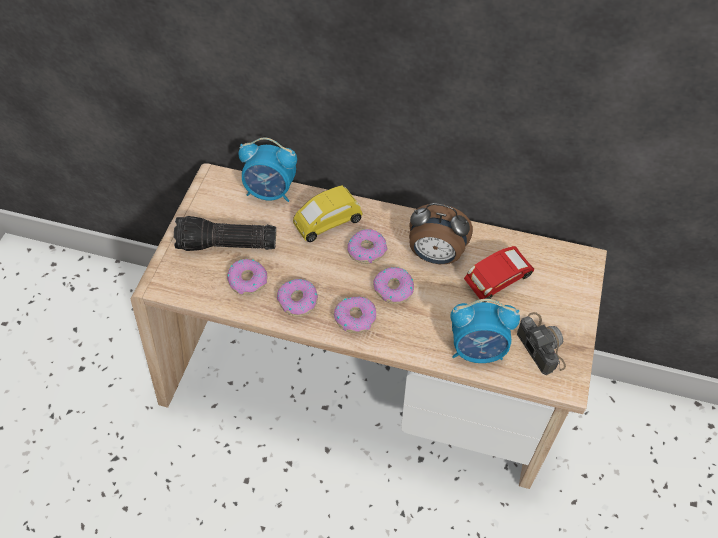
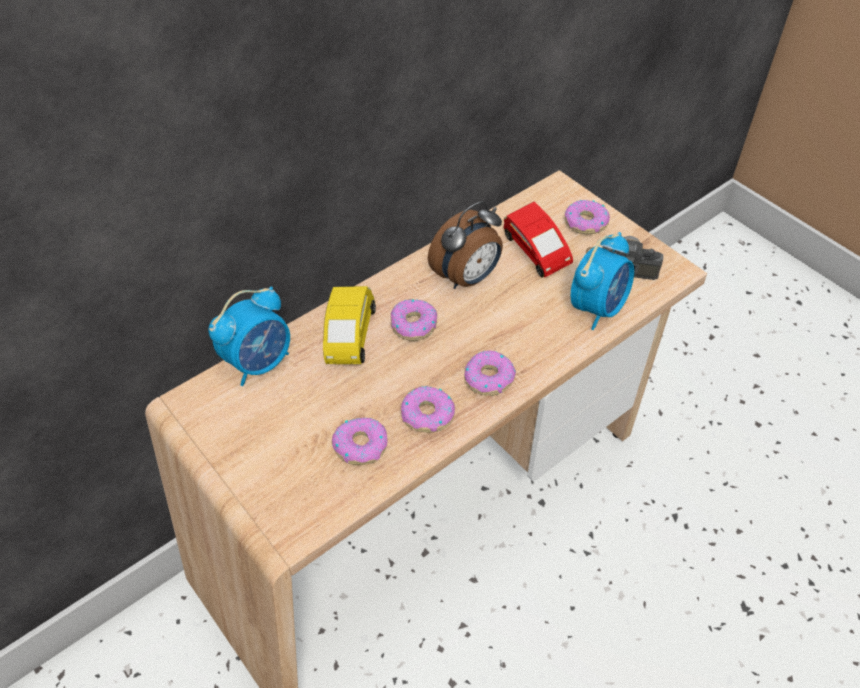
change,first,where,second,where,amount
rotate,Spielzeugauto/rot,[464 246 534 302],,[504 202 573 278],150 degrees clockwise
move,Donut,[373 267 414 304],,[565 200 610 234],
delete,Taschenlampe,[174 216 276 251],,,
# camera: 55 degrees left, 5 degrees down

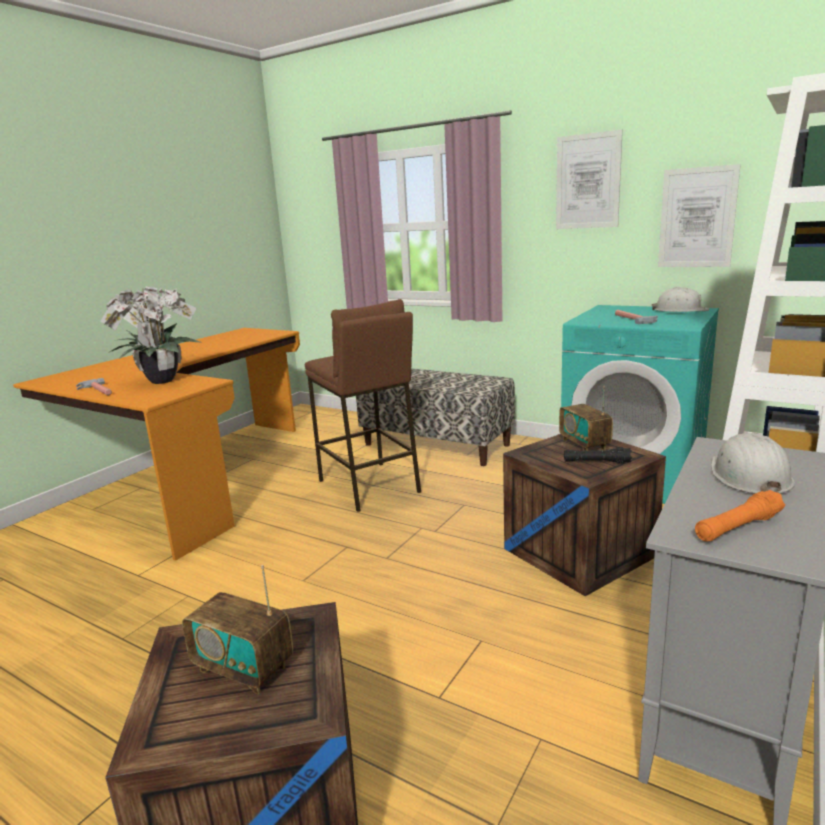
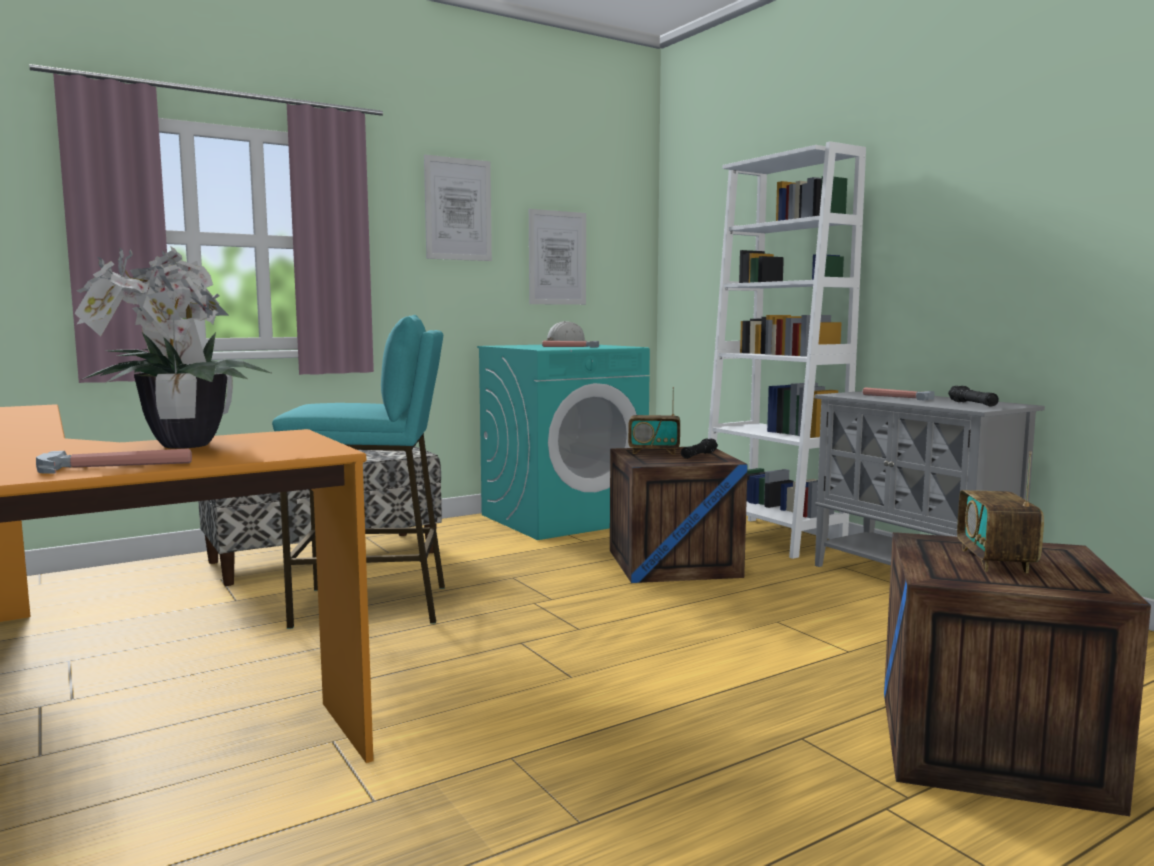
change,first,where,second,where,amount
recolor,Hocker/braun,[305 299 421 512],Hocker/türkis,[272 315 445 629],
replace,Schutzhelm/weiß,[711 433 795 493],Hammer,[862 387 934 400],
recolor,Taschenlampe/orange,[695 490 785 542],Taschenlampe/schwarz,[948 386 999 406],
rotate,Radio,[182 565 293 695],,[957 451 1044 573],135 degrees clockwise
# camera: 65 degrees left, 10 degrees down

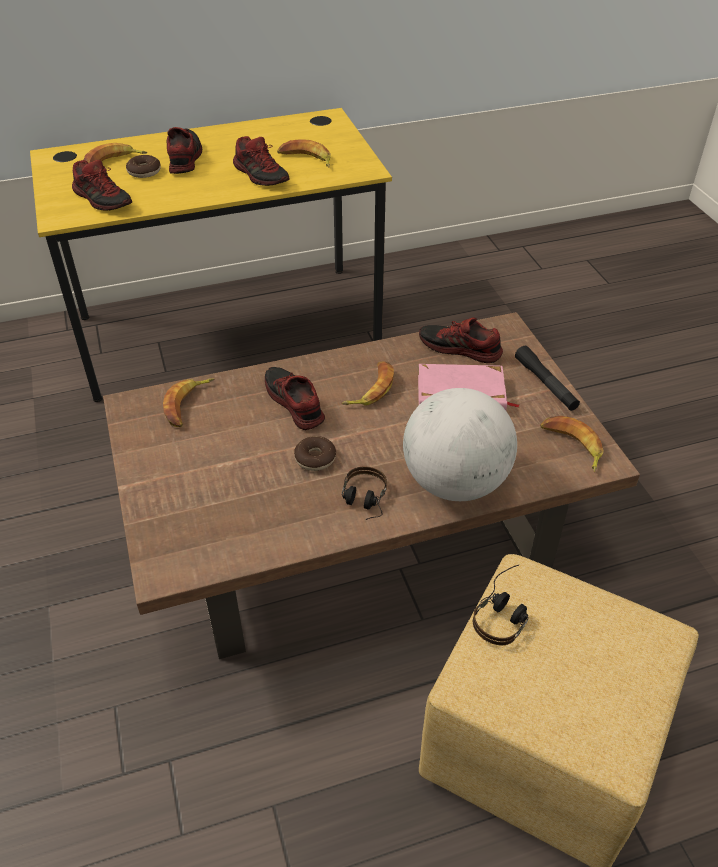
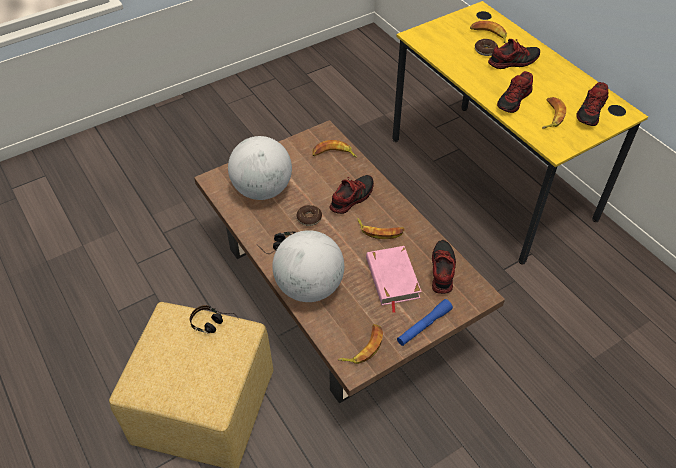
change,first,where,second,where,amount
insert,,,Globus,[228 136 292 200],
recolor,Taschenlampe/schwarz,[515 346 580 411],Taschenlampe/blau,[397 299 453 346],
move,Schuh,[72 160 132 210],,[576 82 609 126],
# camera: 75 degrees right, 5 degrees up

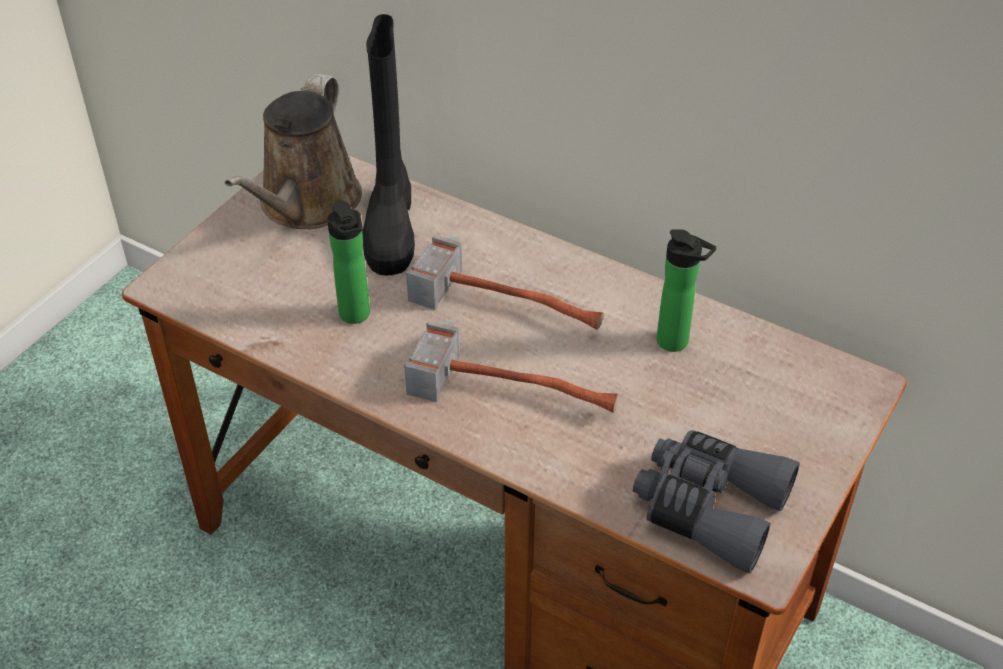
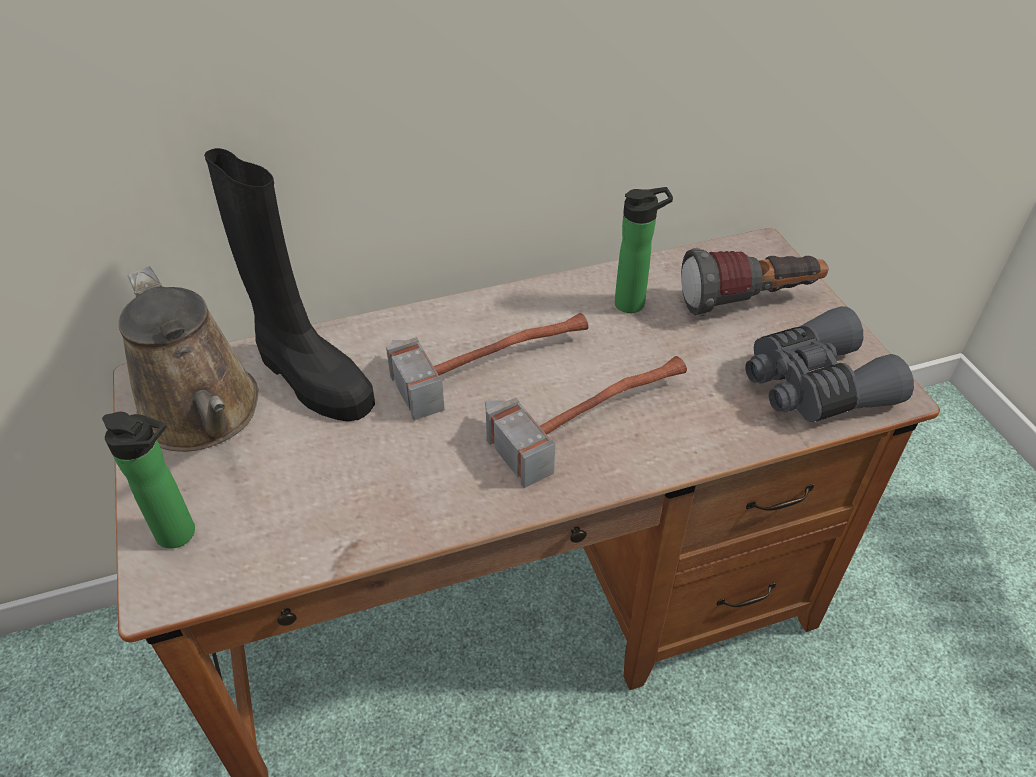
change,first,where,second,where,amount
move,Flasche,[327 200 370 324],,[102 412 195 549],
insert,,,Taschenlampe,[681 248 829 316],
# camera: 50 degrees left, 0 degrees up

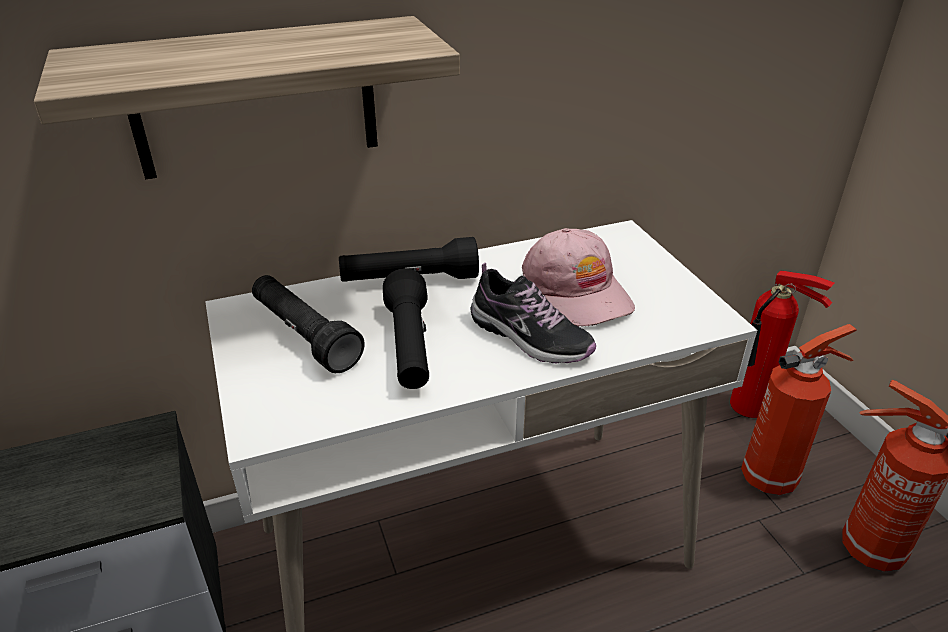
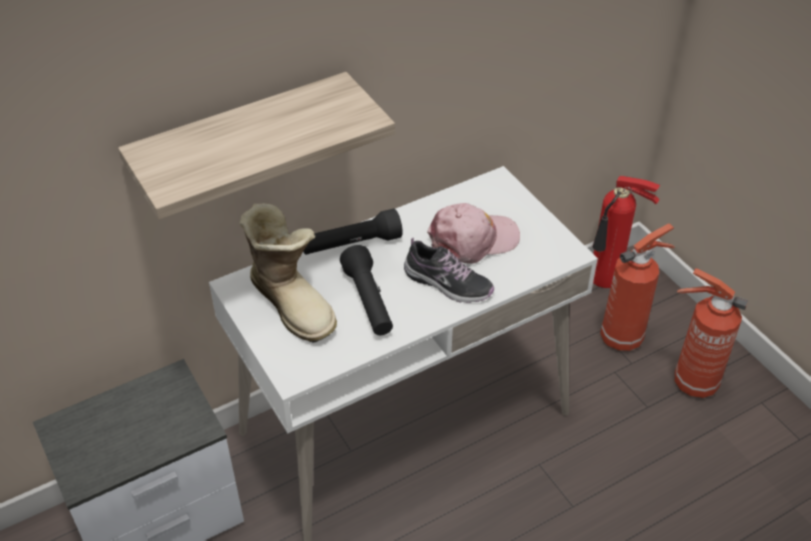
change,first,where,second,where,amount
replace,Taschenlampe/schwarz,[252 275 364 373],Stiefel,[239 203 337 343],
rotate,Kappe/rosa,[522 228 635 327],,[427 203 520 264],75 degrees counterclockwise
# camera: 10 degrees left, 10 degrees up

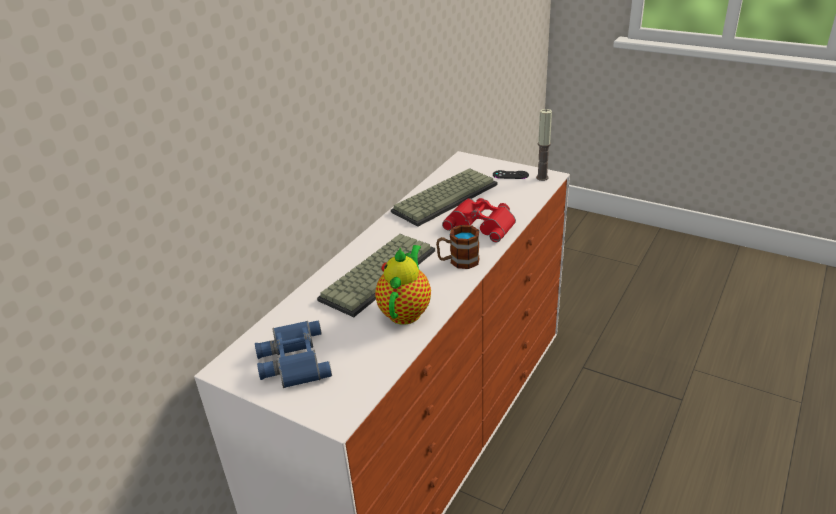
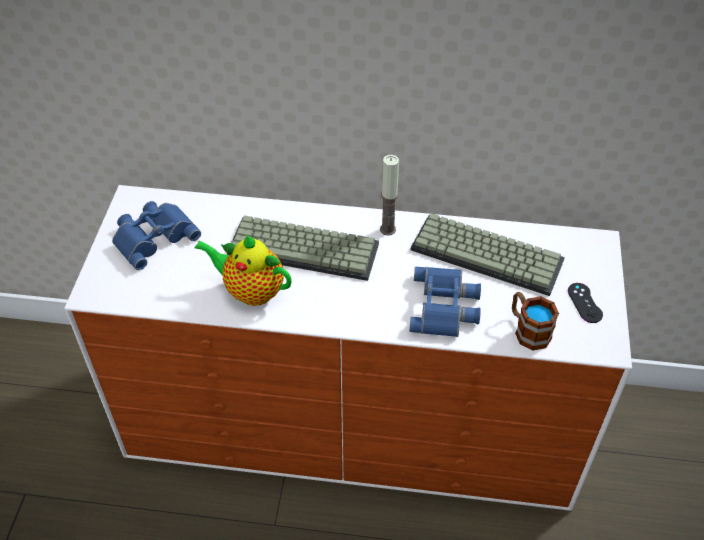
change,first,where,second,where,amount
rotate,Teekanne,[375 245 431 325],,[194 235 292 306],150 degrees counterclockwise
move,Kerze,[536 109 552 181],,[380 155 399 236],
recolor,Fernglas/rot,[442 198 516 242],Fernglas/blau,[409 267 481 337],
move,Henkelbecher,[436 225 480 269],,[512 292 559 350],
# camera: 65 degrees right, 15 degrees up

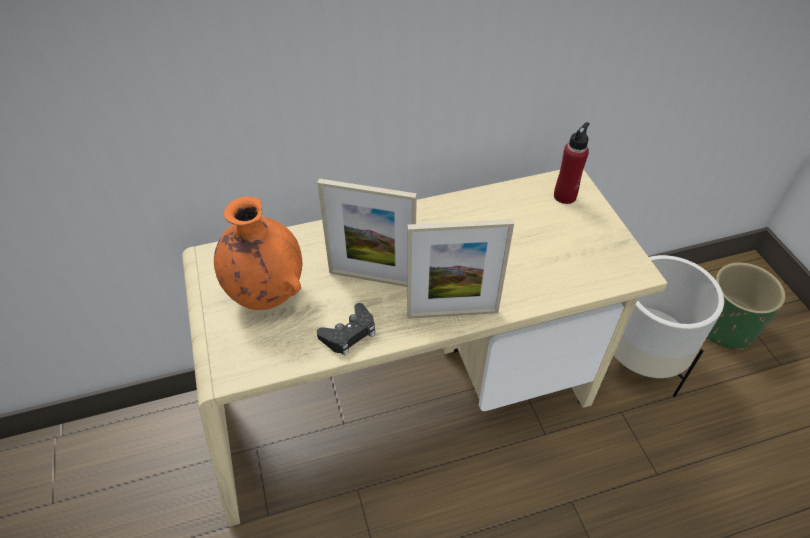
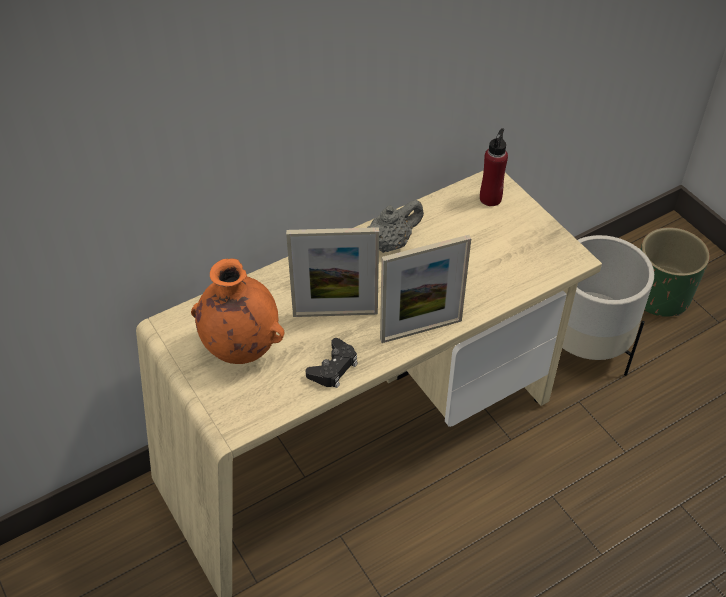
change,first,where,second,where,amount
insert,,,Teekanne/grau,[367 200 424 253],
# camera: 15 degrees left, 0 degrees up

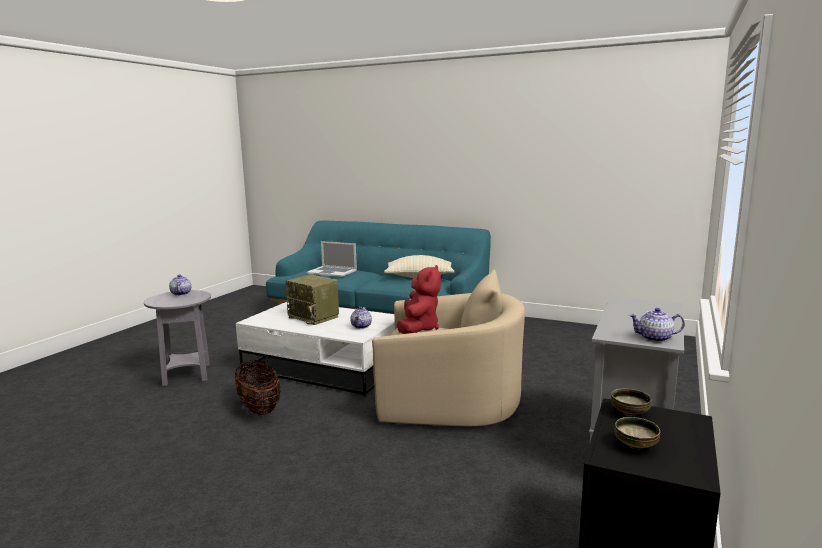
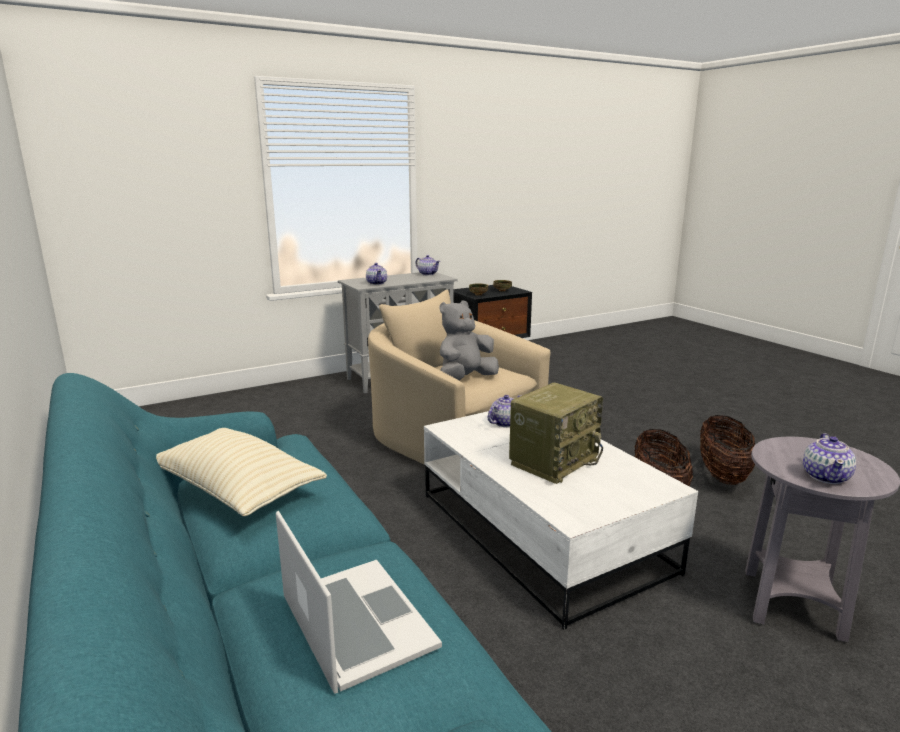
change,first,where,second,where,amount
insert,,,Teekanne,[366 263 387 285],
recolor,Plüschtier/rot,[397 265 441 334],Plüschtier/grau,[440 301 499 380],
rotate,Radio,[285 274 339 325],,[509 383 603 484],60 degrees clockwise
insert,,,Korb,[700 415 755 485],
# camera: 145 degrees left, 5 degrees up

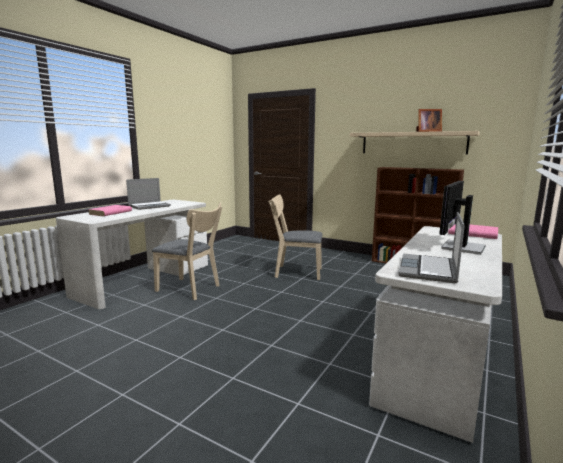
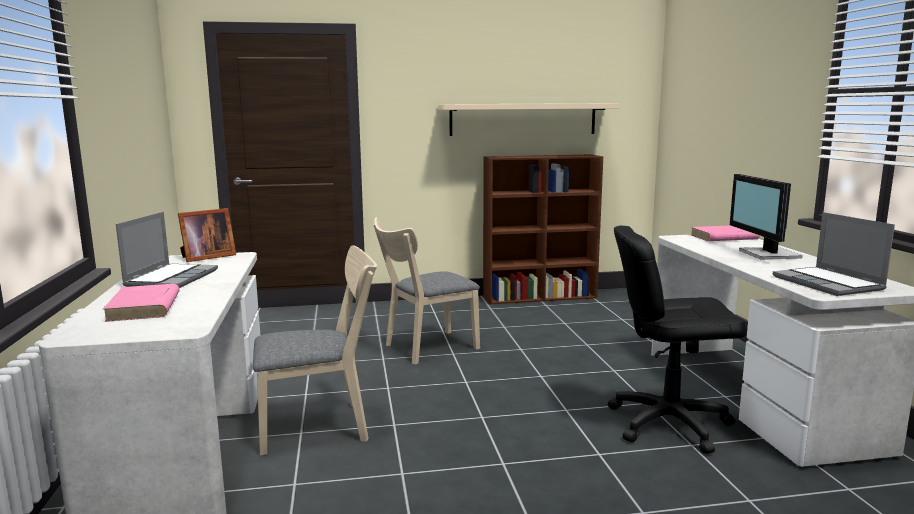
change,first,where,second,where,amount
move,Bilderrahmen,[416 109 442 132],,[178 208 236 262],
insert,,,Bürostuhl/schwarz,[608 226 747 454],
# camera: 40 degrees left, 0 degrees up

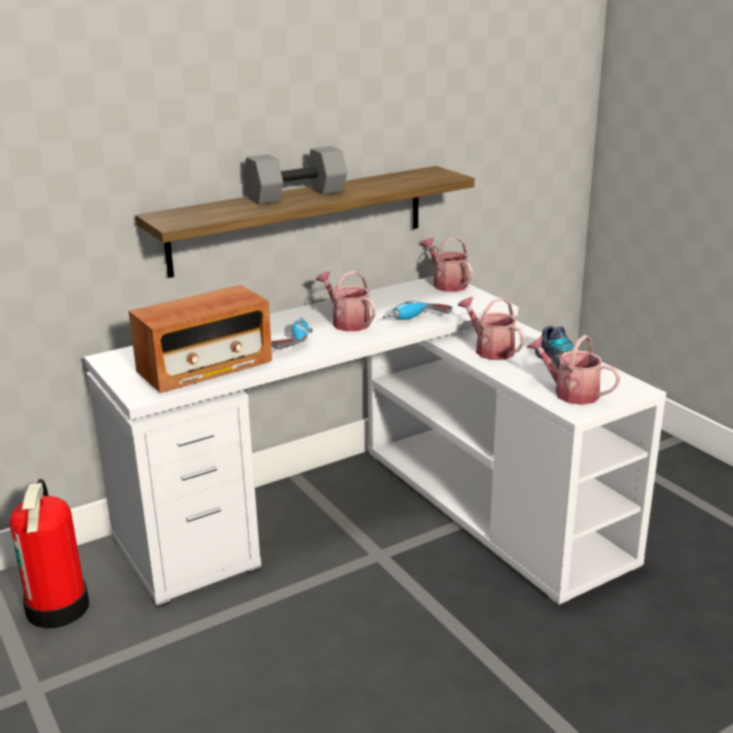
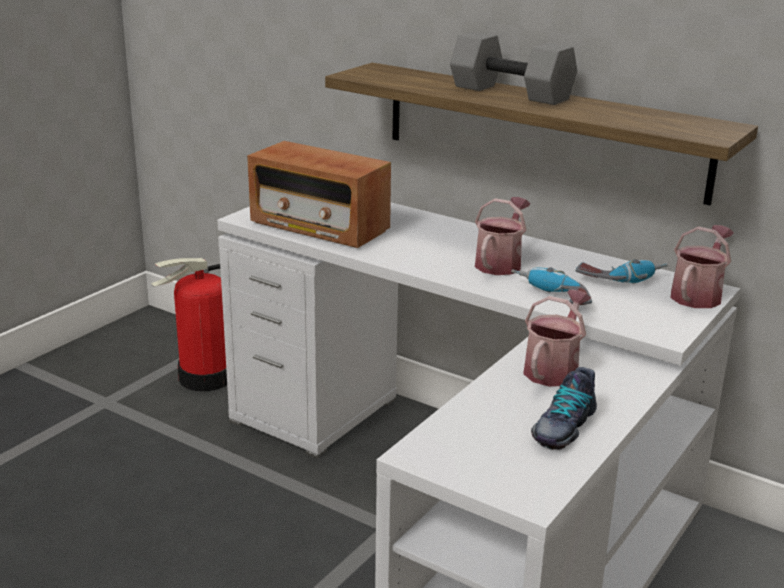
change,first,where,second,where,amount
move,Bohrmaschine,[271 317 313 349],,[576 259 668 284],
delete,Gießkanne,[527 335 621 405],,,
# camera: 65 degrees right, 0 degrees up

